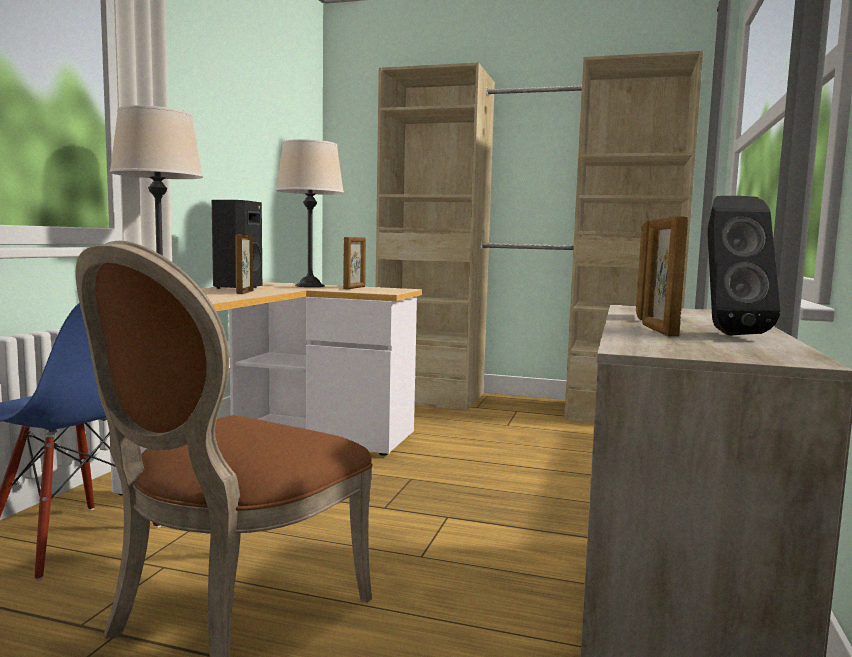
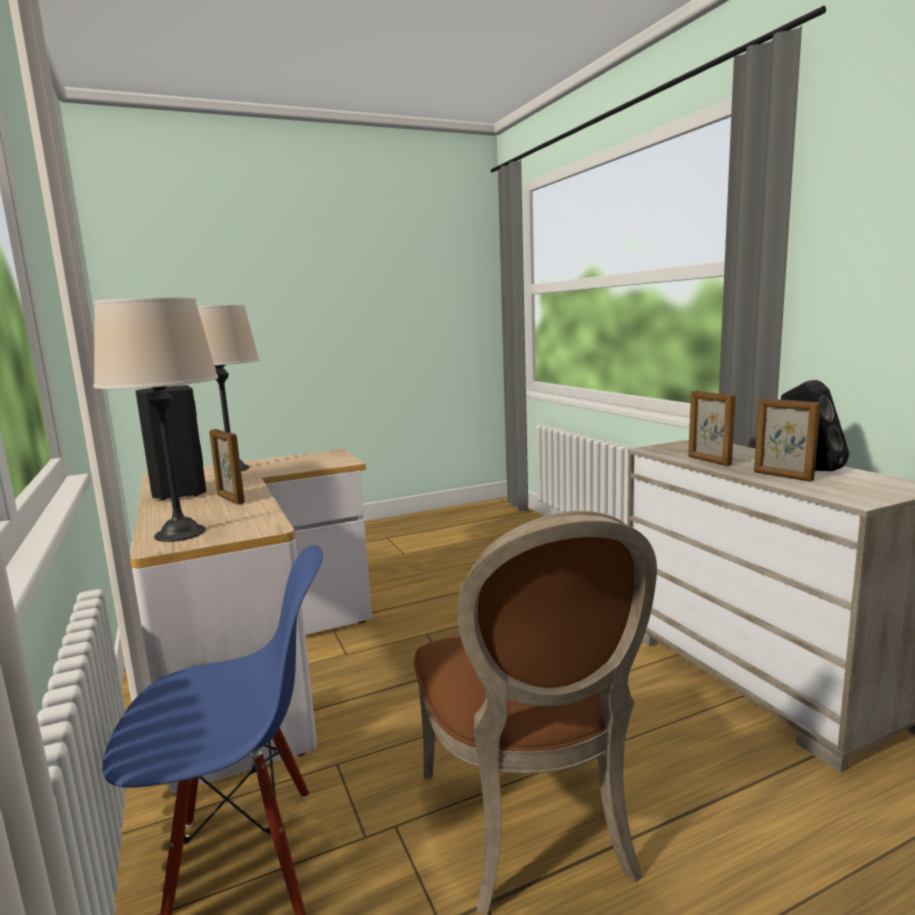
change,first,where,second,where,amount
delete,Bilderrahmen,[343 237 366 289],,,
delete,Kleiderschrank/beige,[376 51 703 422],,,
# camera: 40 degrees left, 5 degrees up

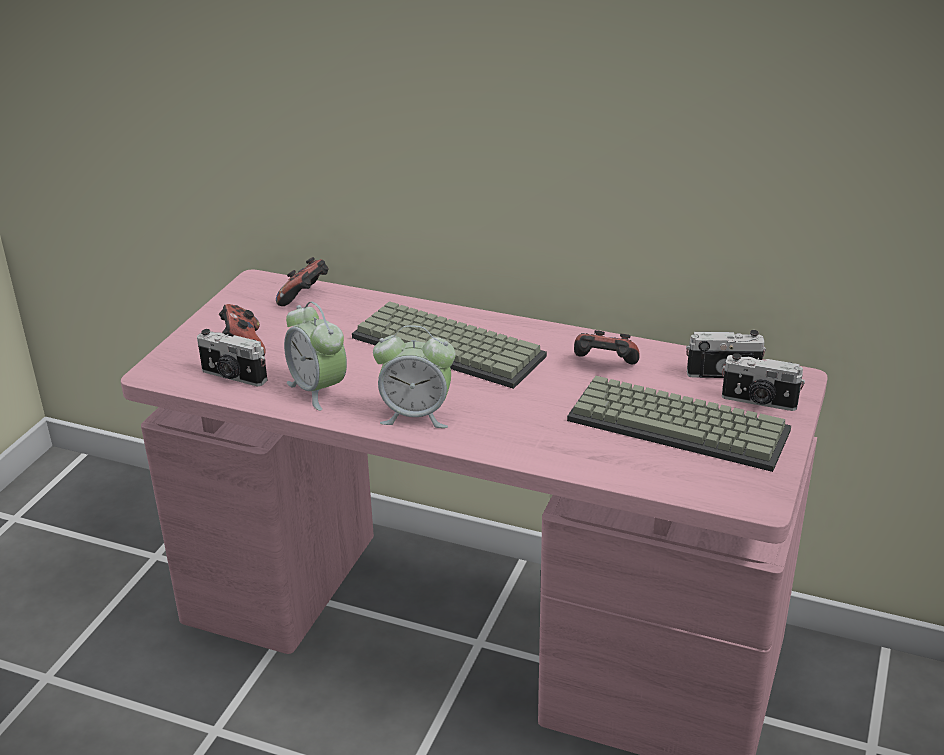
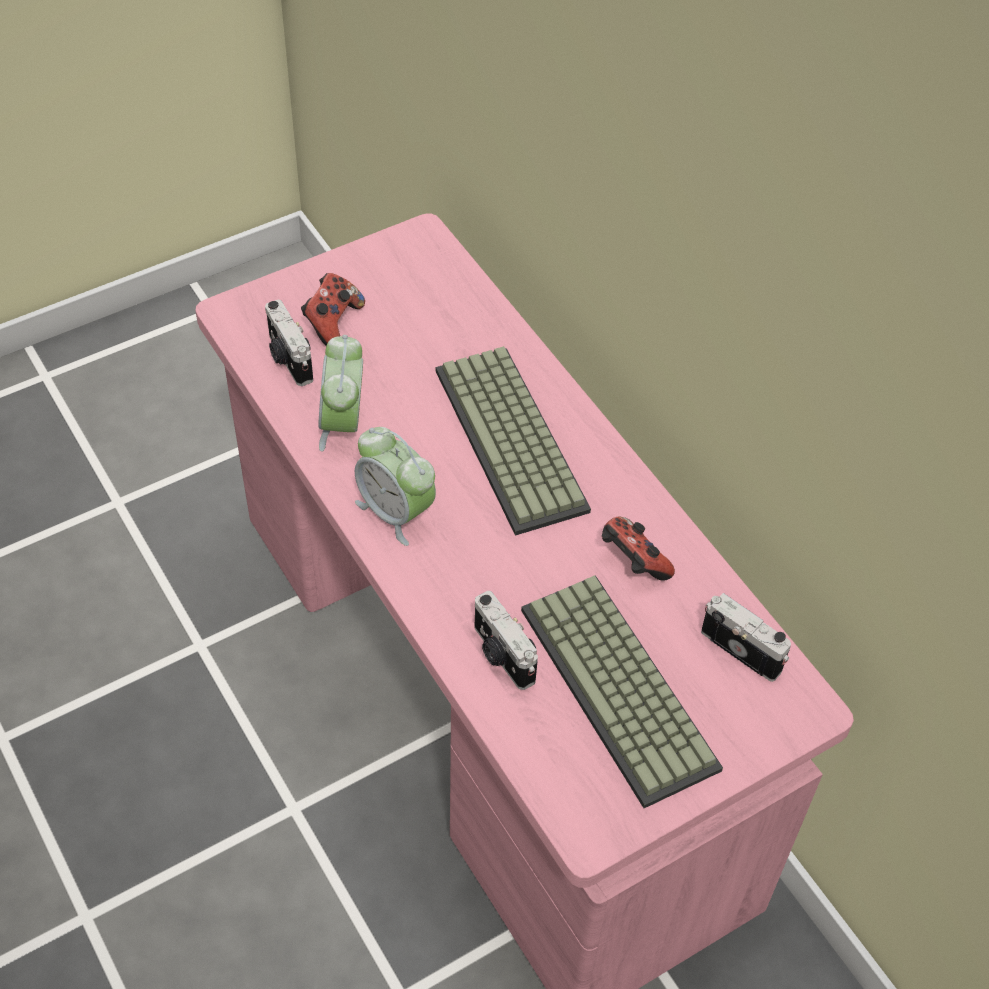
change,first,where,second,where,amount
move,Kamera,[722 353 805 411],,[475 591 538 690],
delete,Gamepad,[276 257 328 306],,,
# camera: 35 degrees right, 20 degrees up

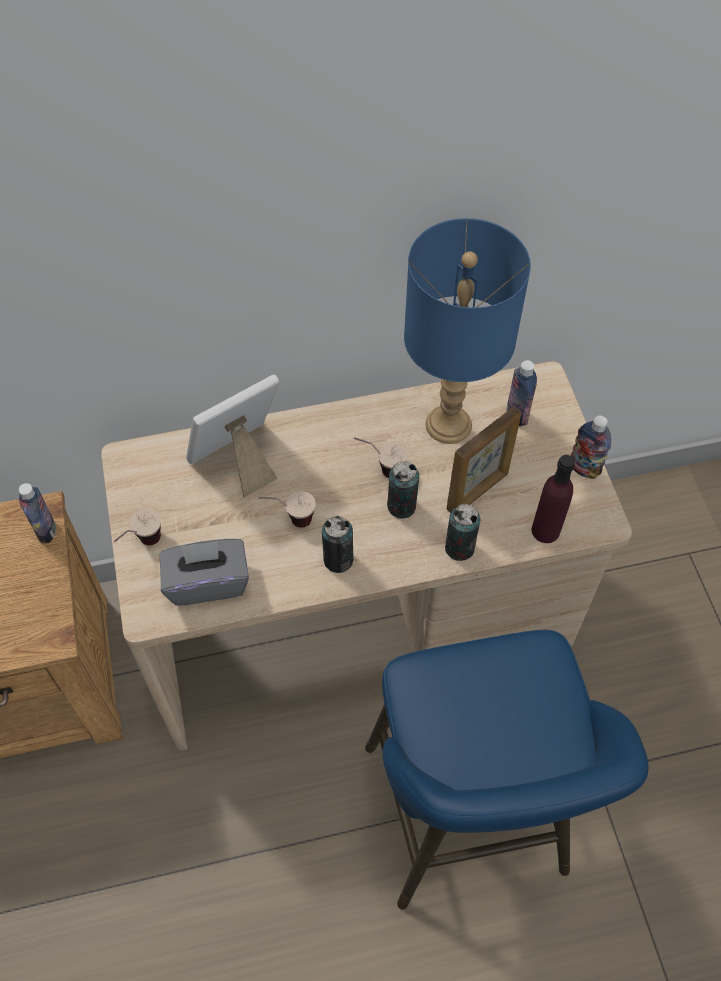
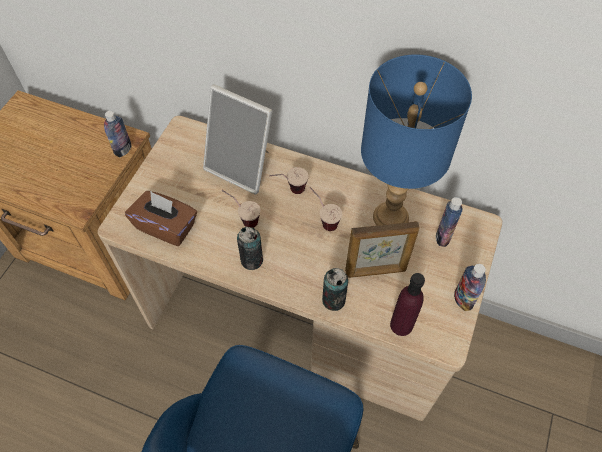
change,first,where,second,where,amount
recolor,Taschentuchbox/grau,[160 539 249 606],Taschentuchbox/braun,[125 191 197 246],
rotate,Bilderrahmen,[186 375 279 498],,[203 85 272 194],150 degrees counterclockwise
move,Tasse,[114 509 161 545],,[269 167 309 194],
delete,Dose,[387 461 419 519],,,
# camera: 35 degrees right, 0 degrees up

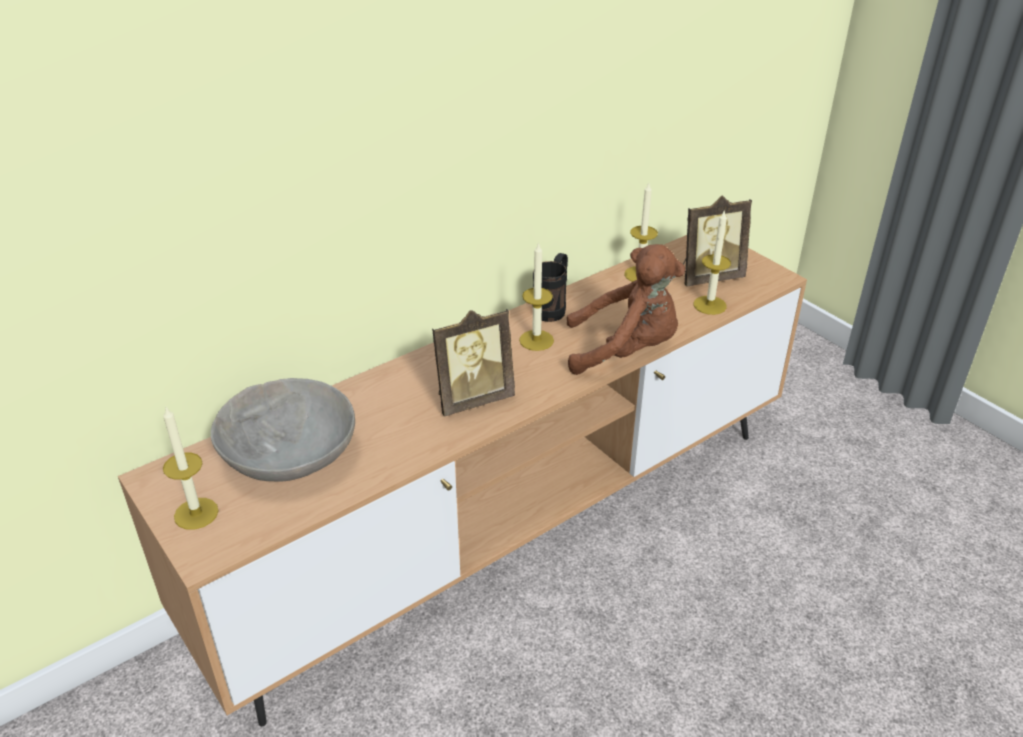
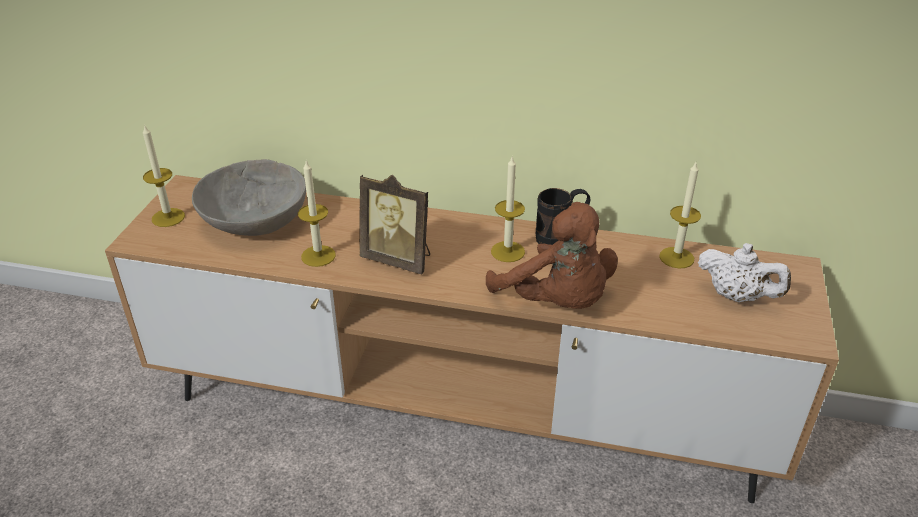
change,first,where,second,where,amount
move,Kerze,[694 211 731 315],,[298 159 336 267],
replace,Bilderrahmen,[683 196 752 286],Teekanne/weiß,[698 243 791 302],
# camera: 50 degrees right, 0 degrees up

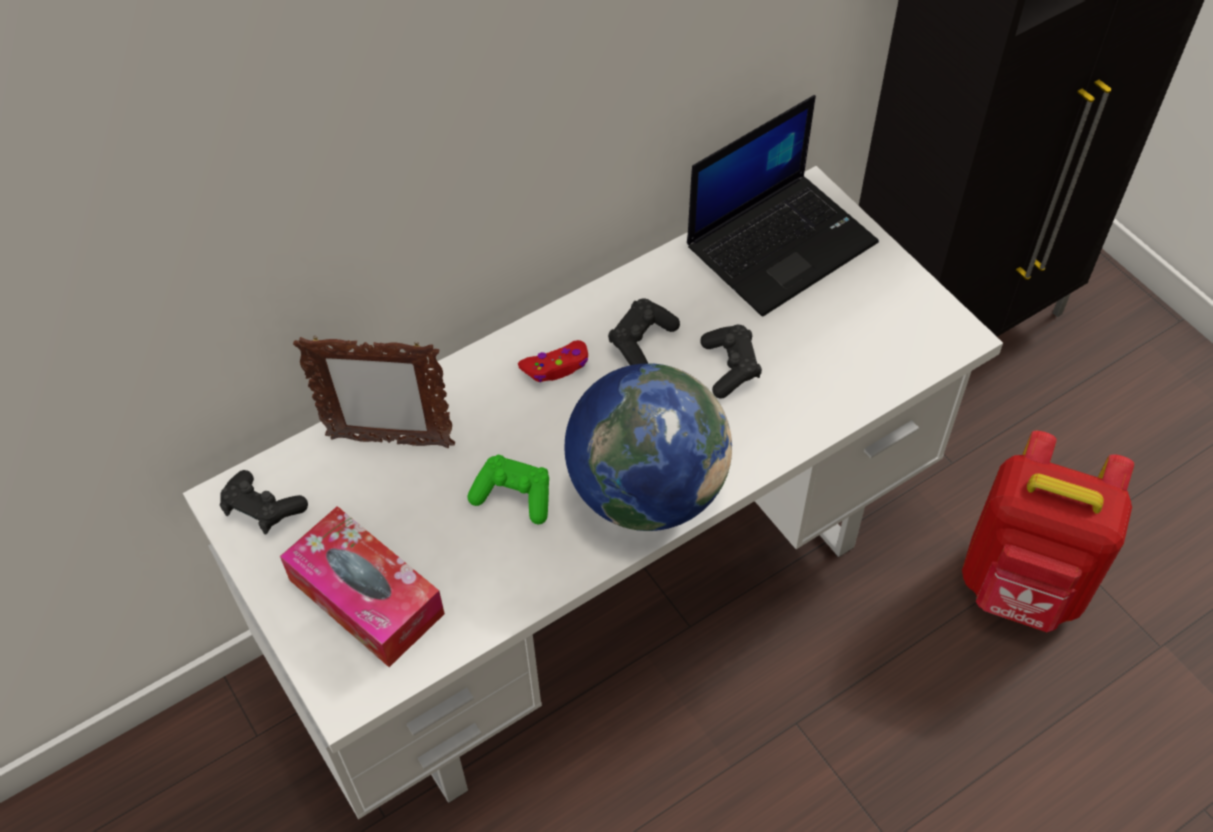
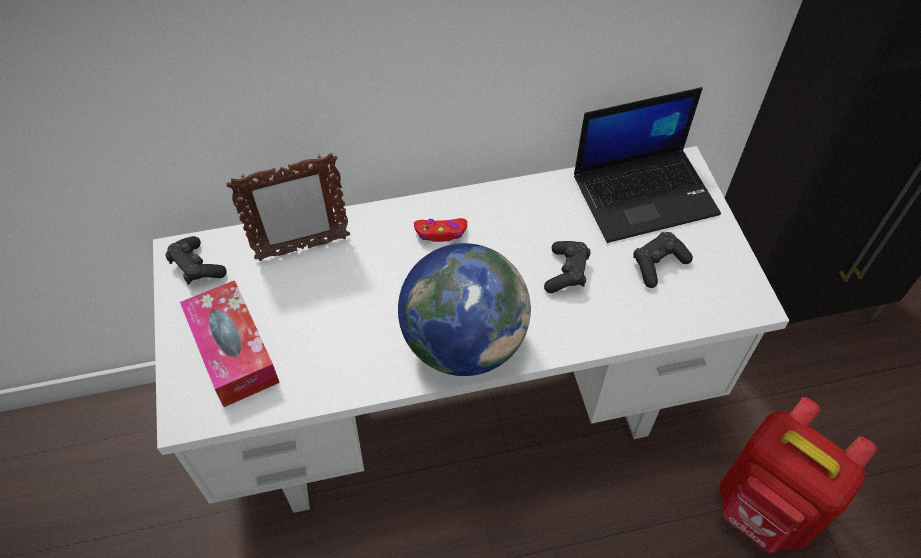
change,first,where,second,where,amount
rotate,Bilderrahmen,[293 337 455 448],,[226 153 350 261],45 degrees counterclockwise
move,Gamepad/schwarz,[608 299 680 365],,[633 232 693 288],
delete,Gamepad/grün,[468 455 549 524],,,
# camera: 20 degrees right, 0 degrees up

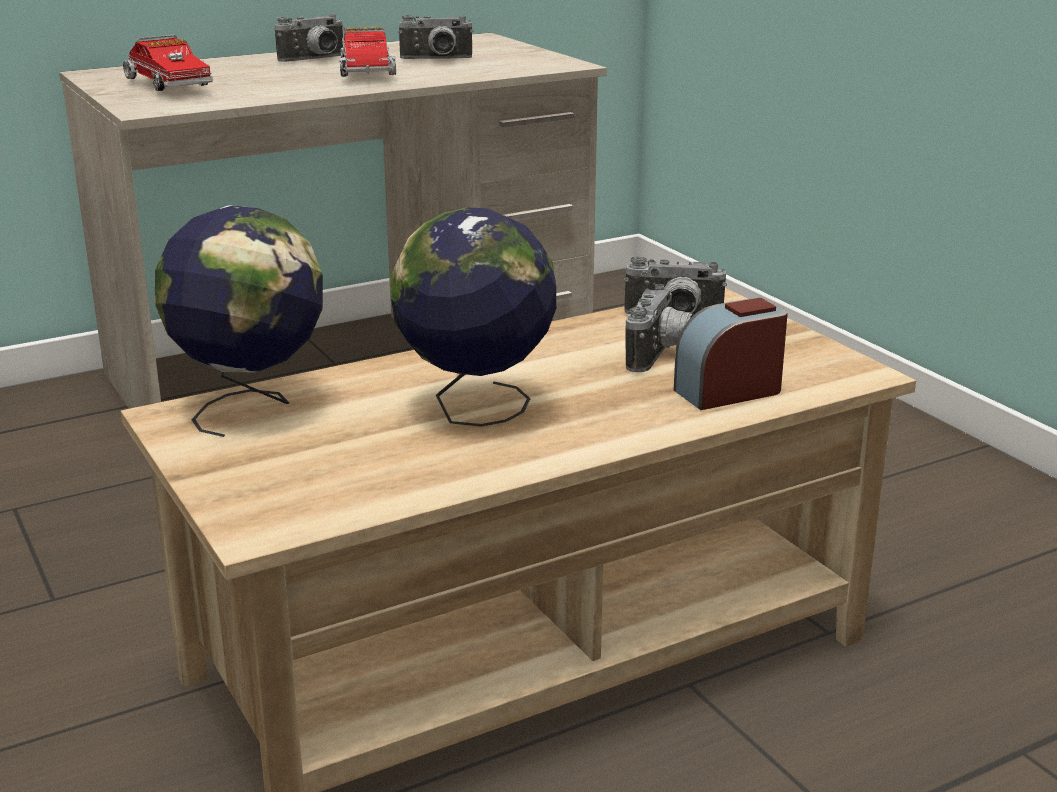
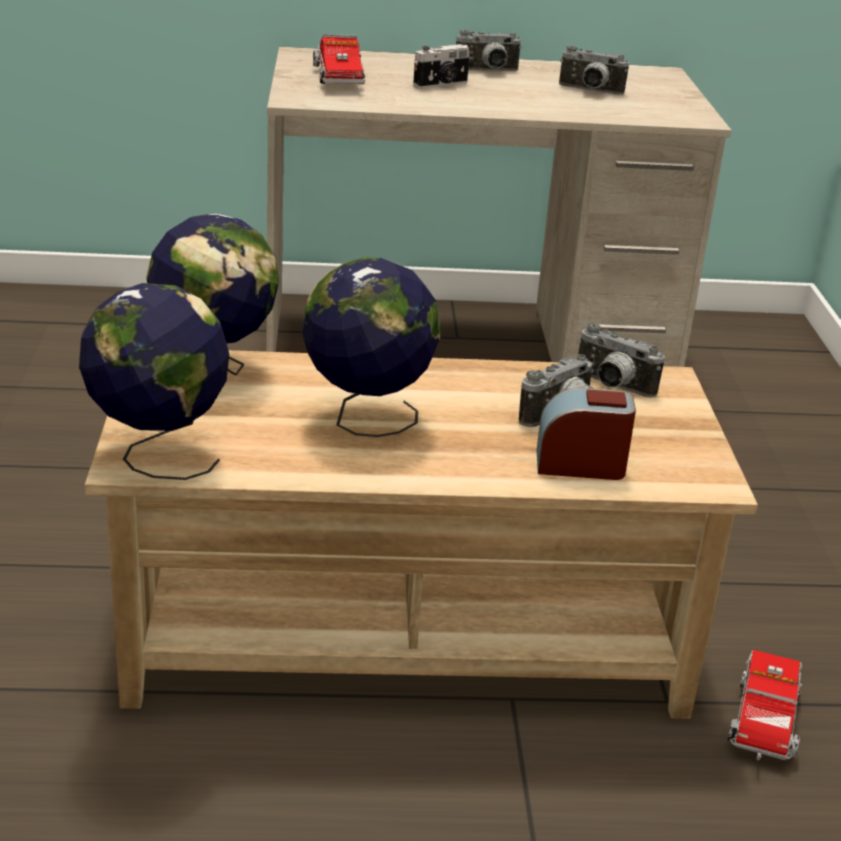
change,first,where,second,where,amount
insert,,,Globus,[79 283 229 480],
insert,,,Kamera,[413 44 470 89],
move,Spielzeuglaster,[340 27 396 77],,[728 650 802 761],
# camera: 25 degrees right, 5 degrees up

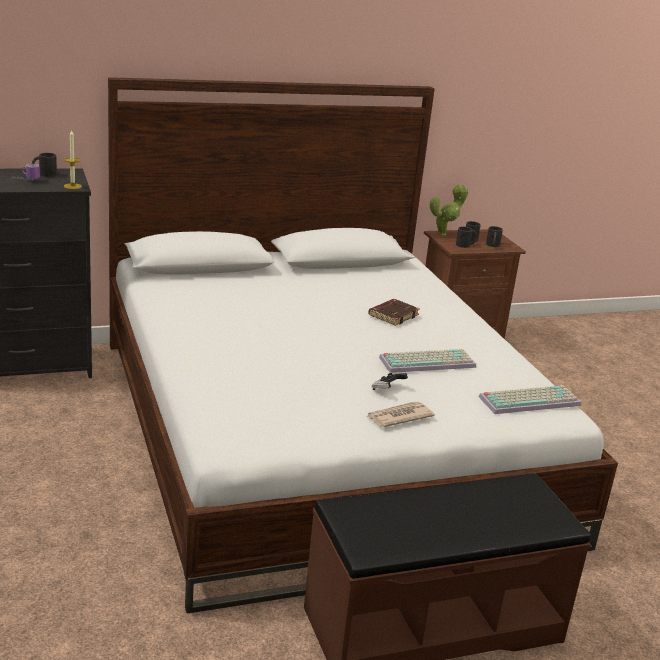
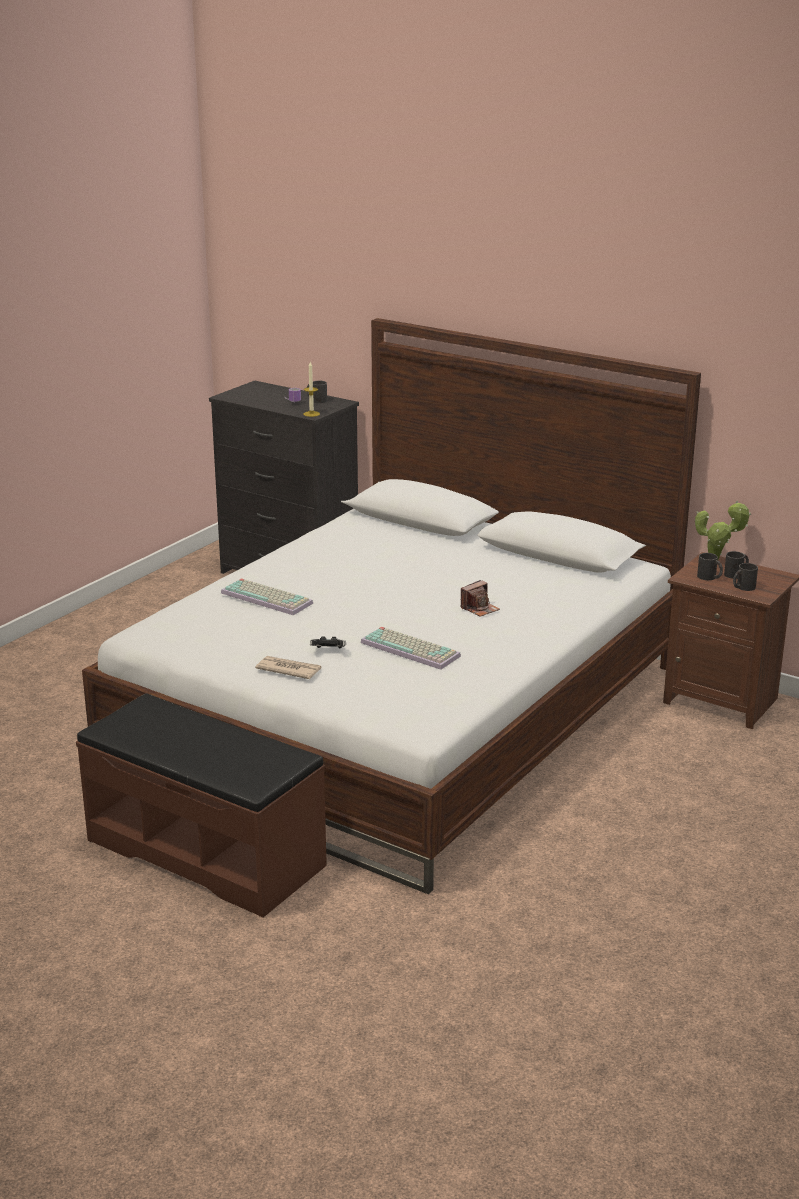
change,first,where,second,where,amount
move,Tastatur,[479 385 581 414],,[221 578 313 615],
replace,Buch/braun,[368 299 420 326],Kamera,[460 580 500 617],
# camera: 55 degrees right, 0 degrees up

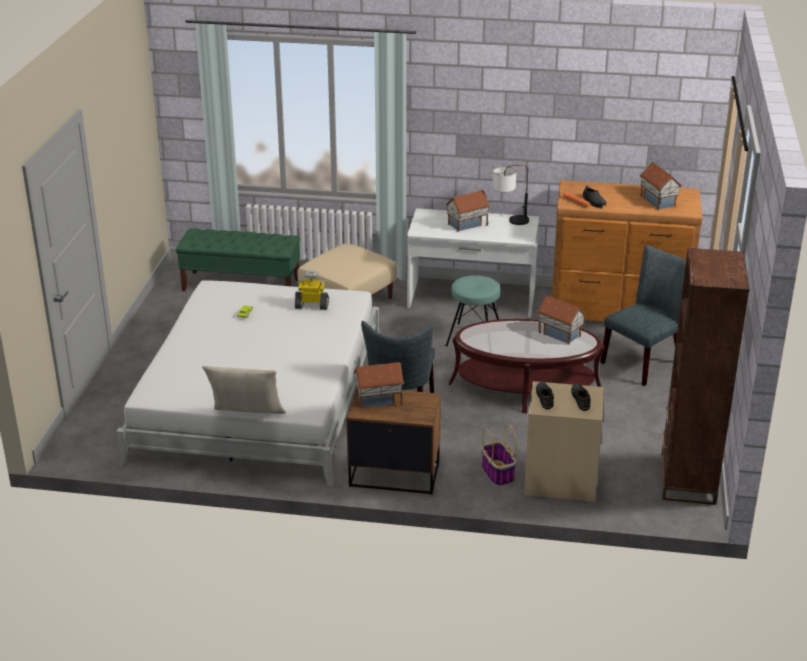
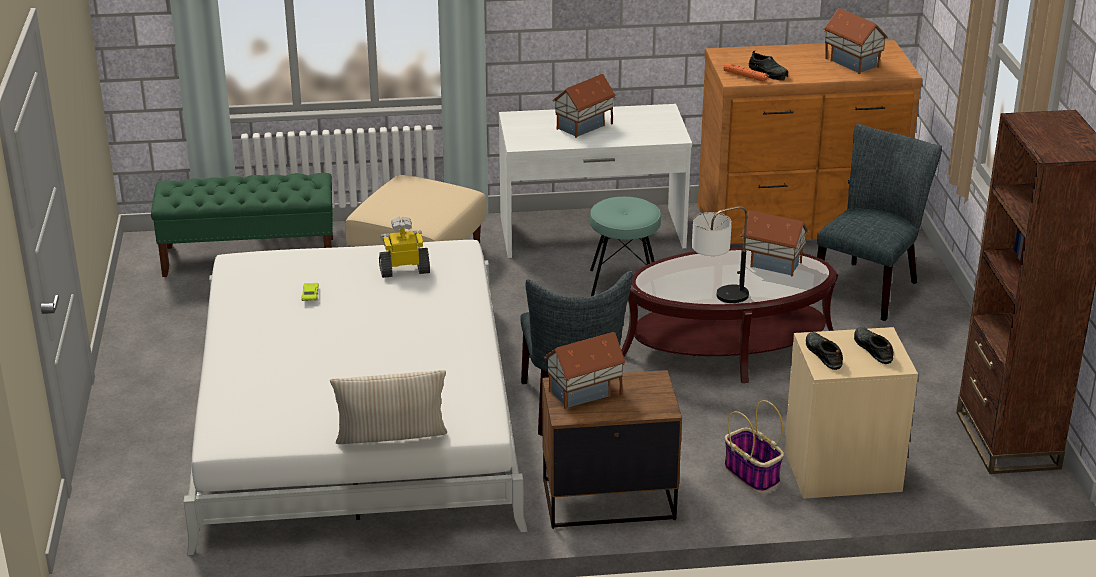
change,first,where,second,where,amount
move,Tischlampe,[492 164 529 225],,[692 206 749 303],
# camera: 15 degrees left, 0 degrees up

